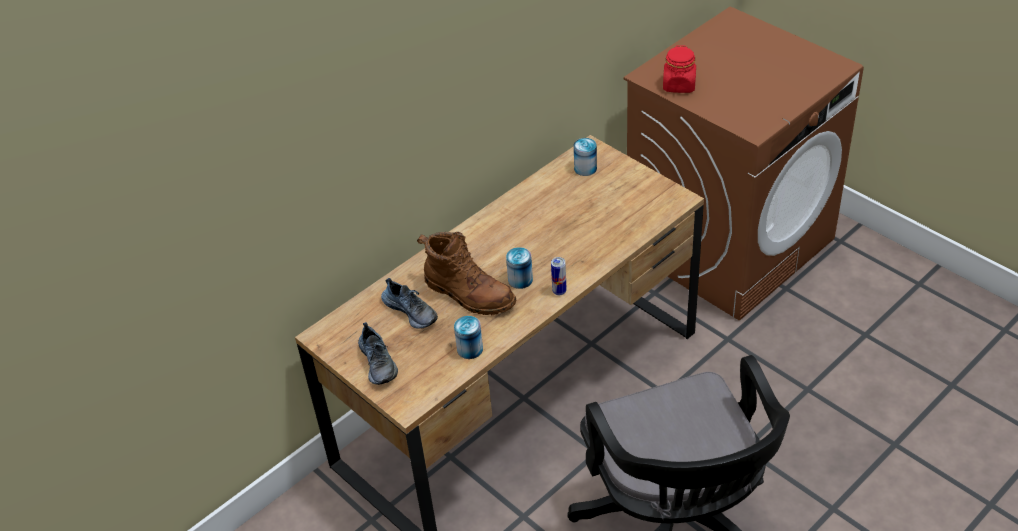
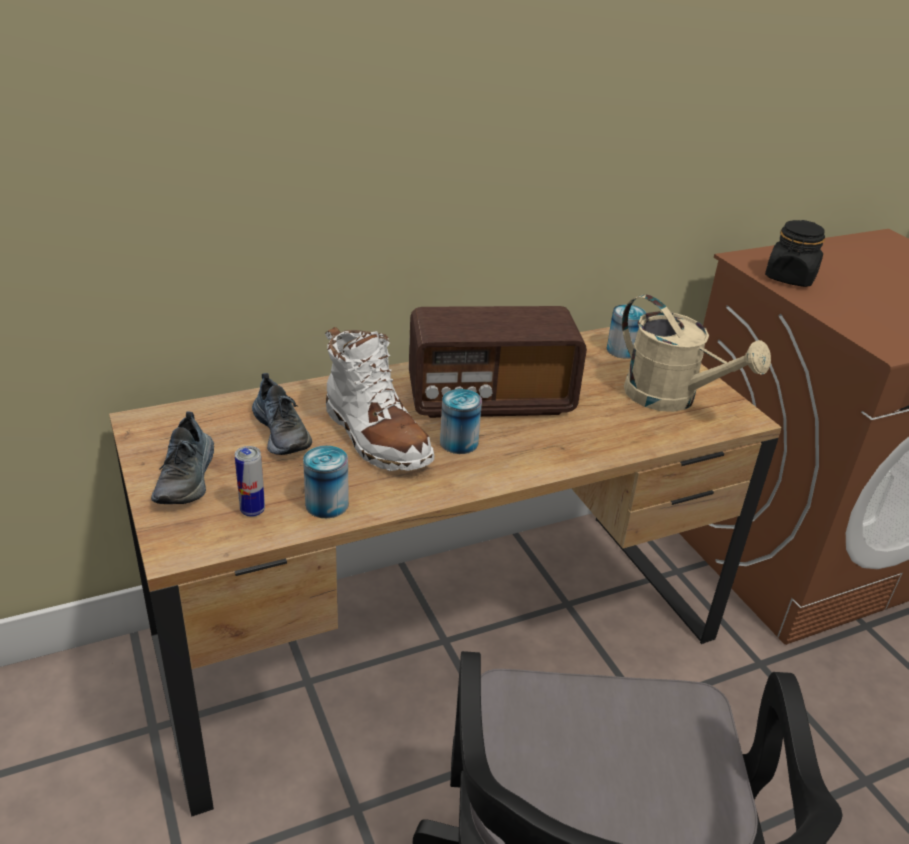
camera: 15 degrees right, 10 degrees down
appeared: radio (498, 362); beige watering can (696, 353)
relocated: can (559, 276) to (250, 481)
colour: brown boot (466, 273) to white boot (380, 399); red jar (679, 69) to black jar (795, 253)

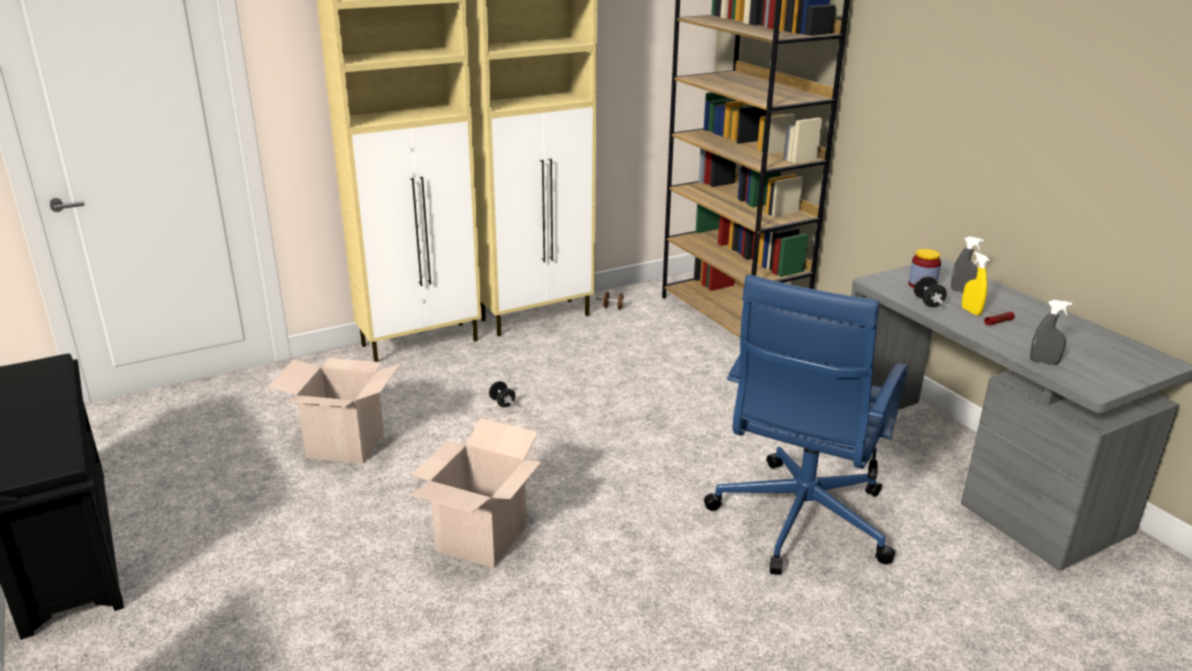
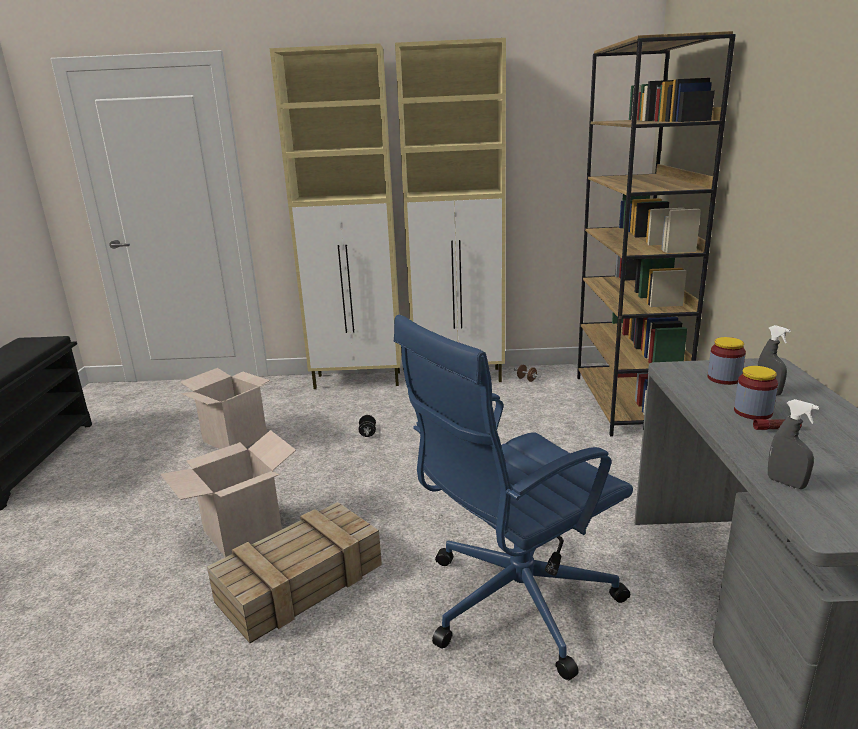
camera: 30 degrees right, 5 degrees down
missing: black dumbbell (930, 291)
appeared: crate (294, 572)
exchanged: yellow spray bottle (976, 284) to jar (756, 393)

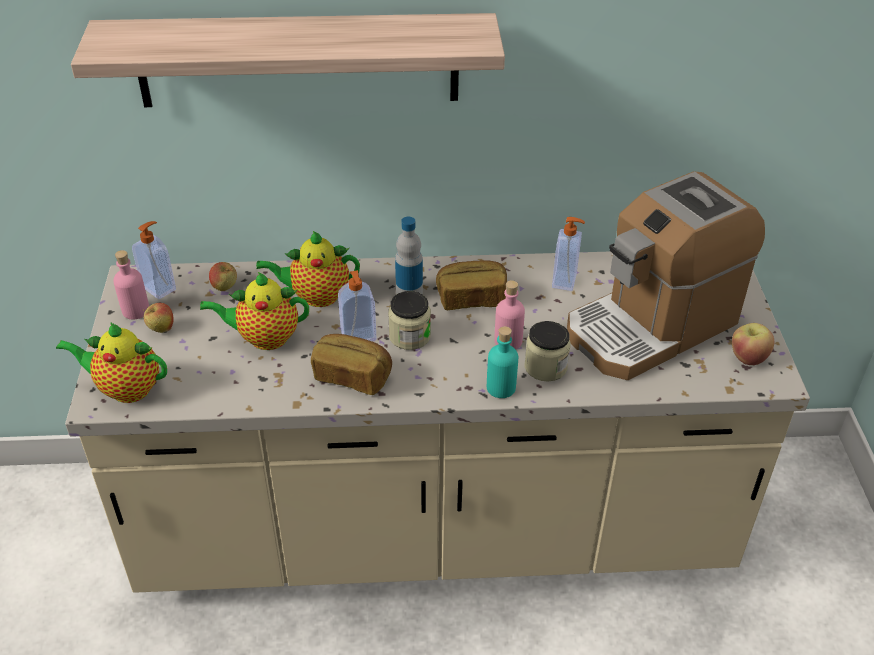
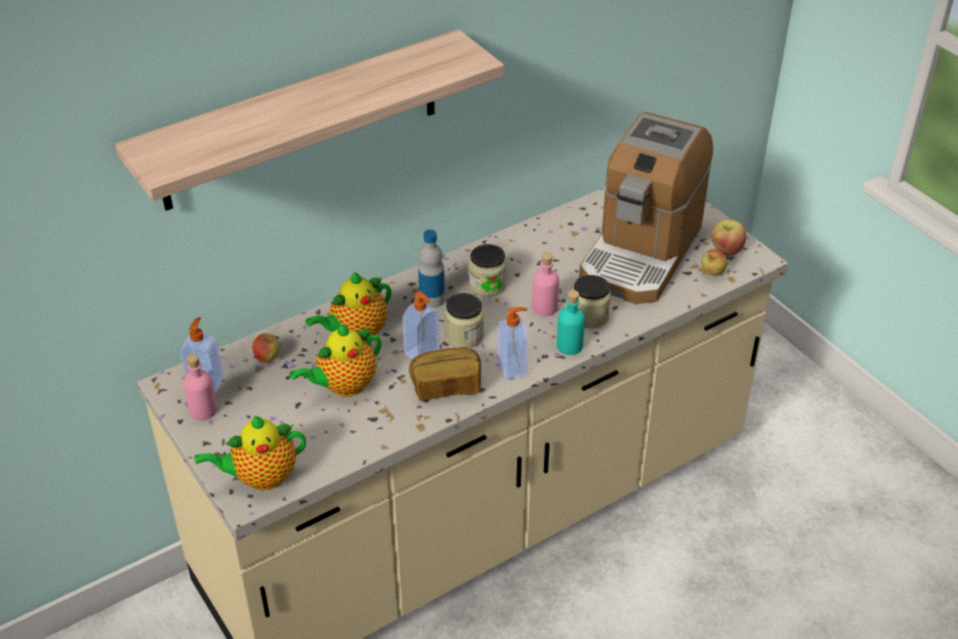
camera: 30 degrees left, 0 degrees up
relocated: soap dispenser (568, 254) to (513, 343); apple (158, 318) to (714, 262)
exchanged: bread (471, 285) to jar (488, 270)

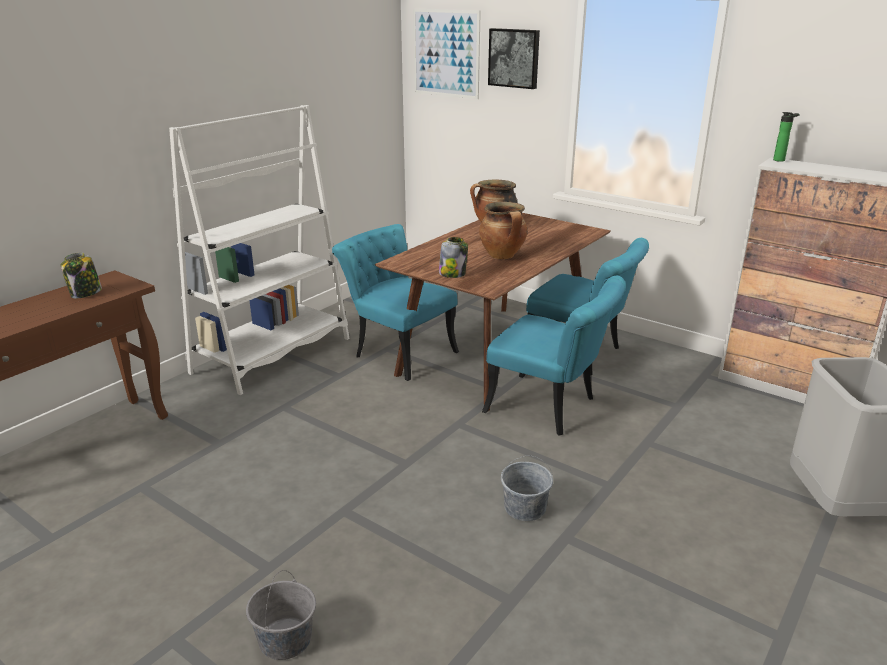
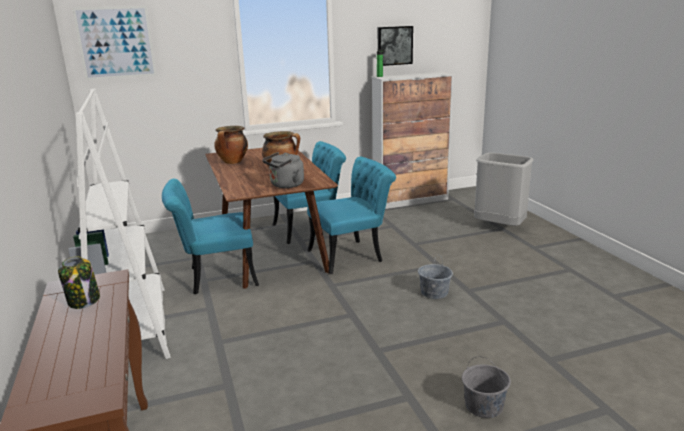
camera: 55 degrees left, 5 degrees down
relocated: picture (514, 58) to (395, 46)
exchanged: jar (453, 257) to grey kettle (283, 170)

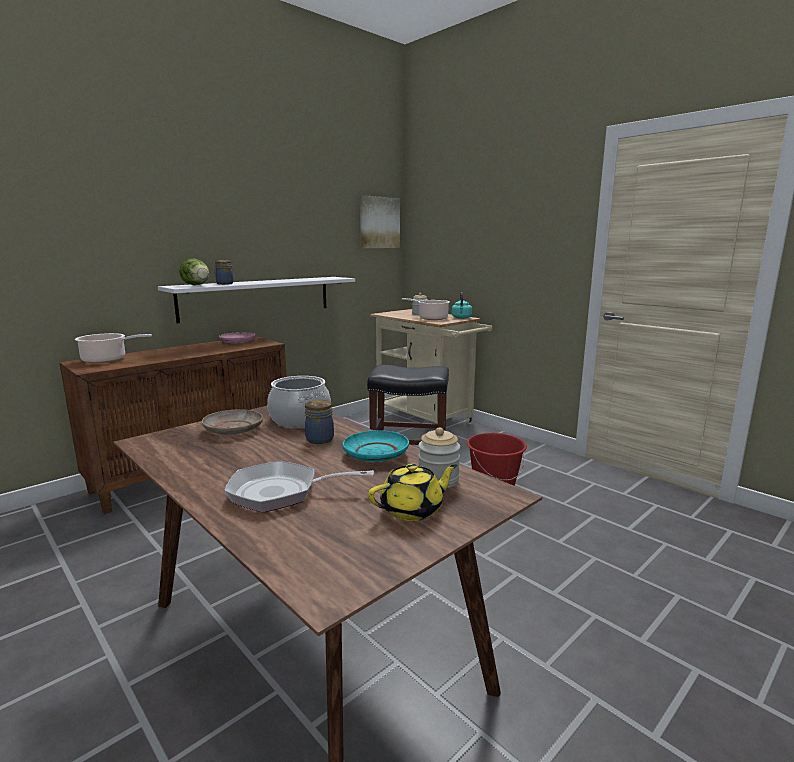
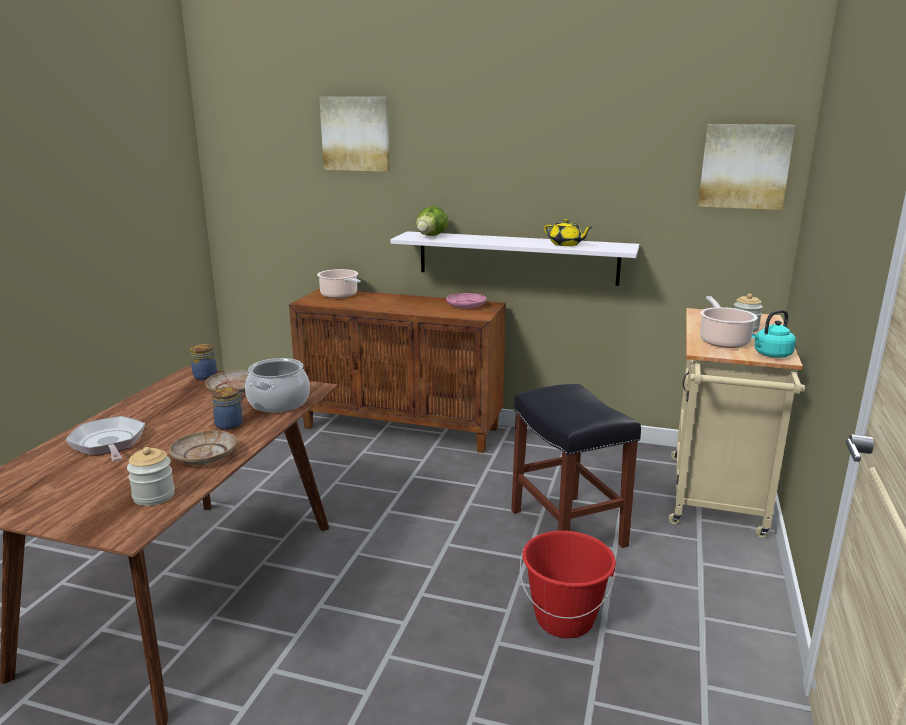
camera: 60 degrees right, 5 degrees up
appeared: picture (354, 134)
relocated: jar (223, 272) to (203, 362); yellow teapot (412, 492) to (568, 232)
colour: turquoise plate (375, 446) to beige plate (203, 447)

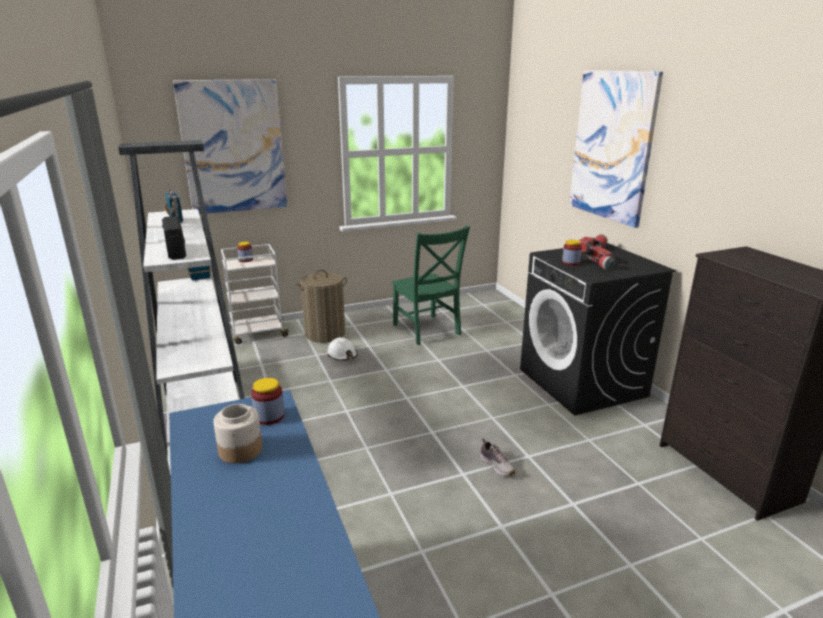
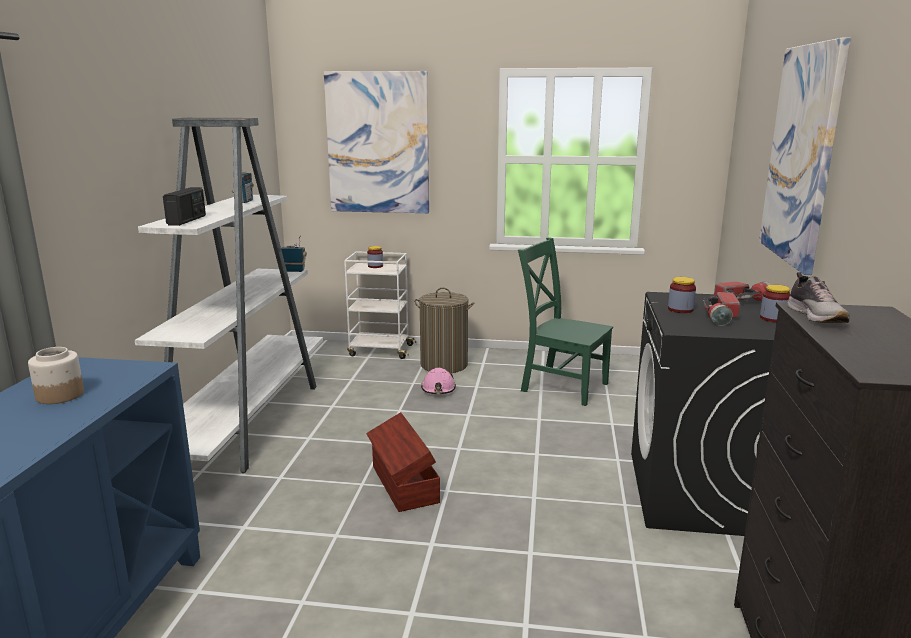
camera: 30 degrees right, 5 degrees down
appeared: brown storage box (403, 462)
relocated: jar (267, 401) to (775, 304); shoe (497, 457) to (818, 297)
colour: white hard hat (342, 349) to pink hard hat (438, 381)
spun: green chair (431, 285) = (565, 321) 120 degrees clockwise

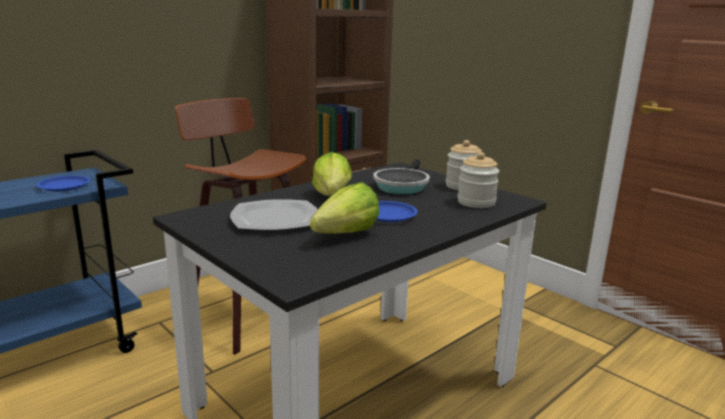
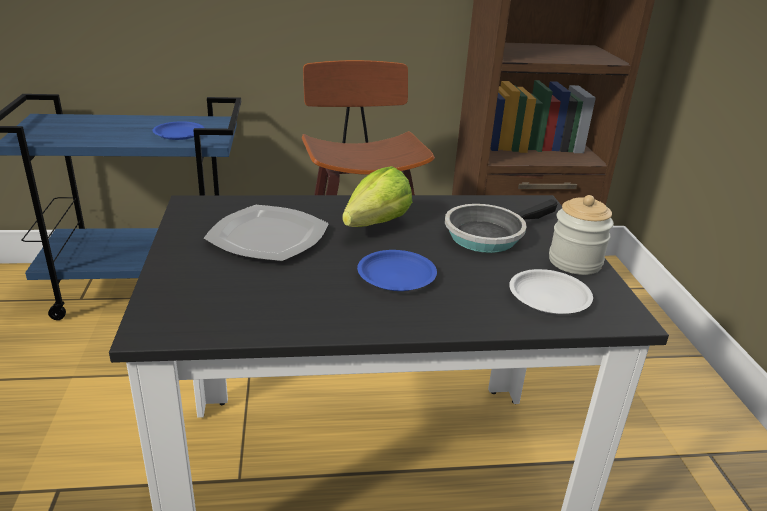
camera: 35 degrees right, 10 degrees up
missing: lettuce (344, 208)
exchanged: jar (478, 180) to white plate (551, 291)

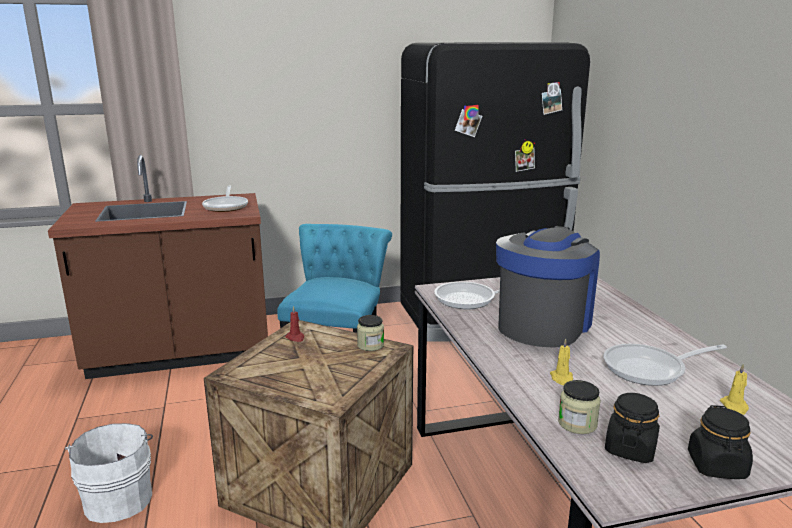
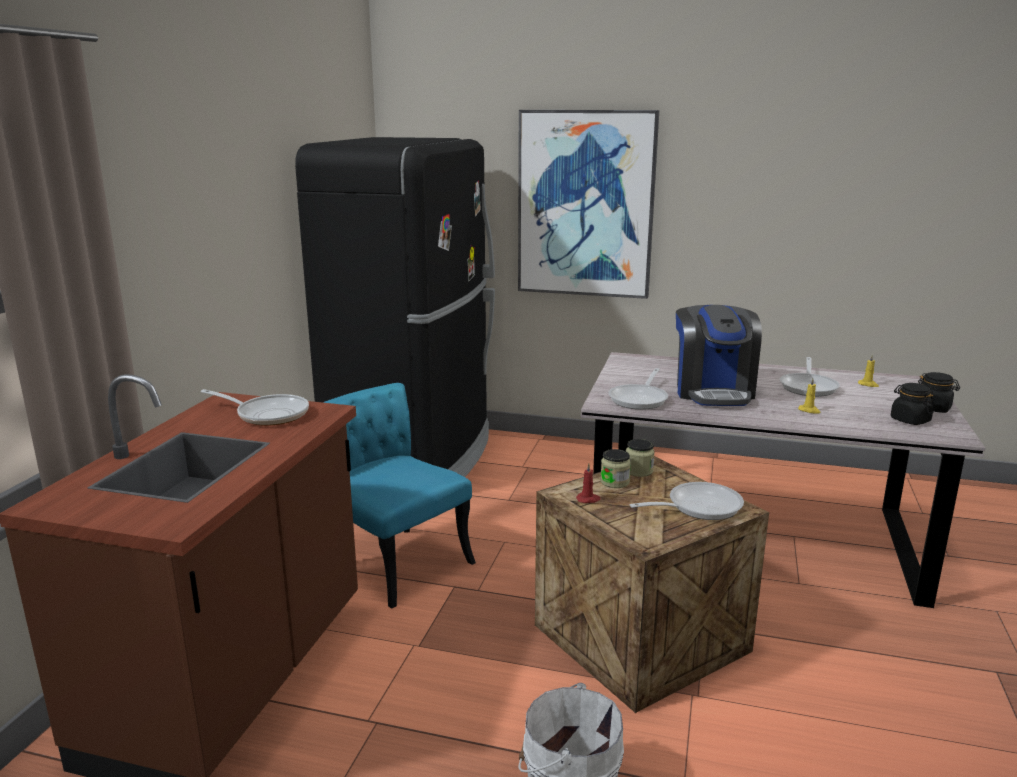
camera: 60 degrees left, 0 degrees up
appeared: picture (588, 204); frying pan (687, 501)
relocated: jar (579, 407) to (616, 468)
spun: coffee machine (548, 286) = (719, 355) 150 degrees counterclockwise

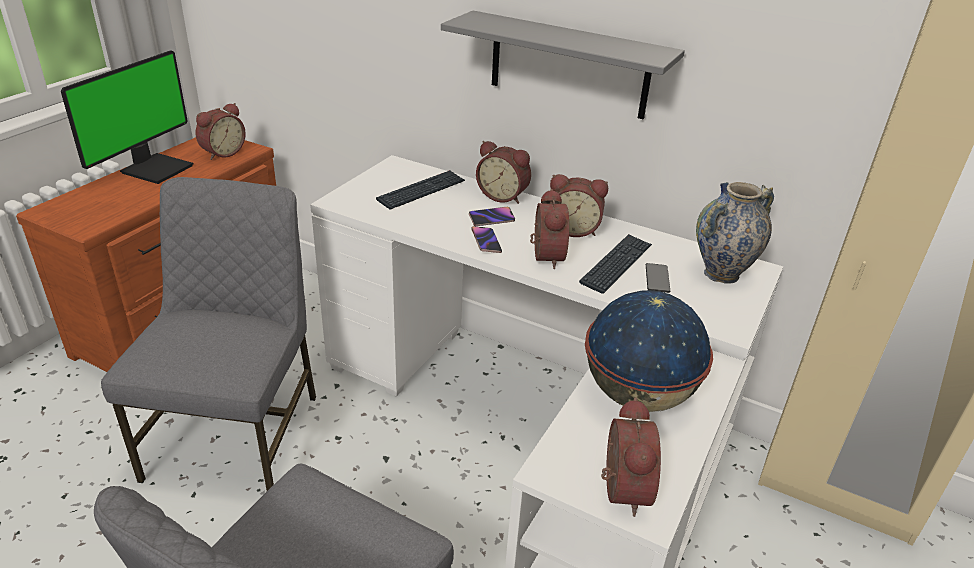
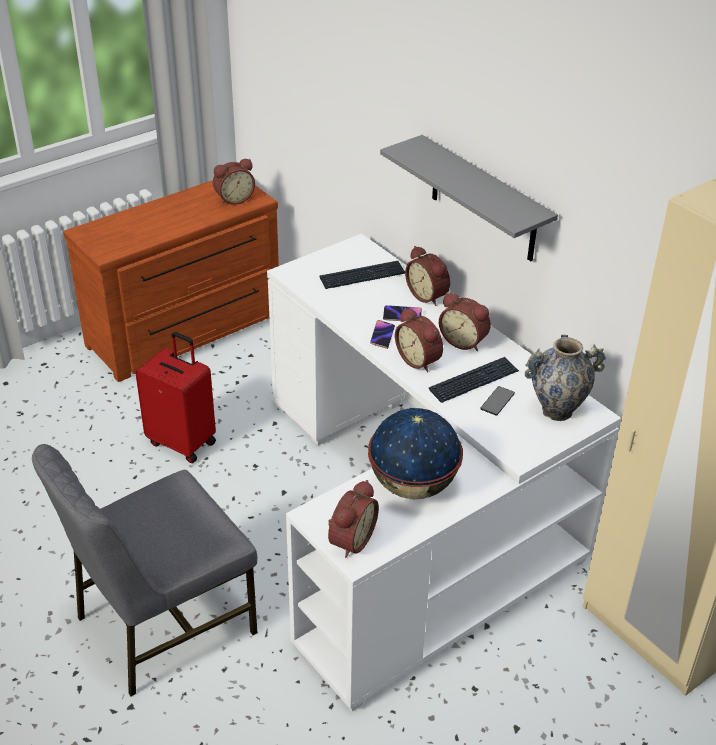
camera: 25 degrees right, 5 degrees up
missing: monitor (127, 117)
exchanged: grey chair (208, 334) to red suitcase (175, 397)
spun: alarm clock (549, 229) = (419, 340) 120 degrees clockwise

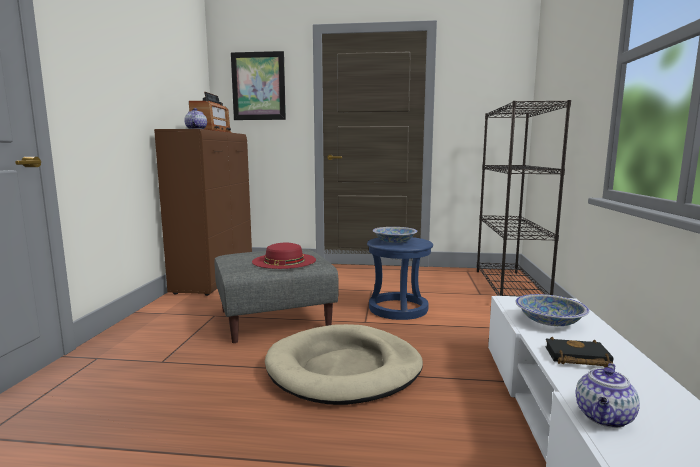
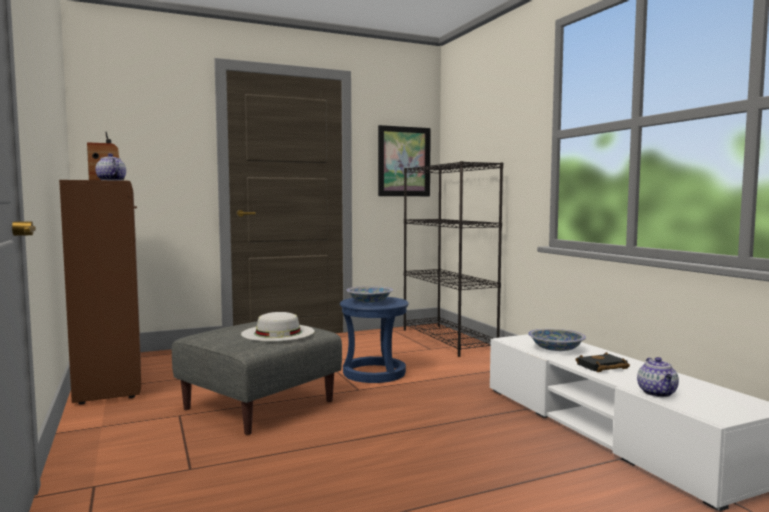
camera: 30 degrees left, 5 degrees down
missing: beige dog bed (344, 364)
relocated: picture (258, 85) to (404, 160)
colour: red hat (284, 256) to white hat (278, 326)

